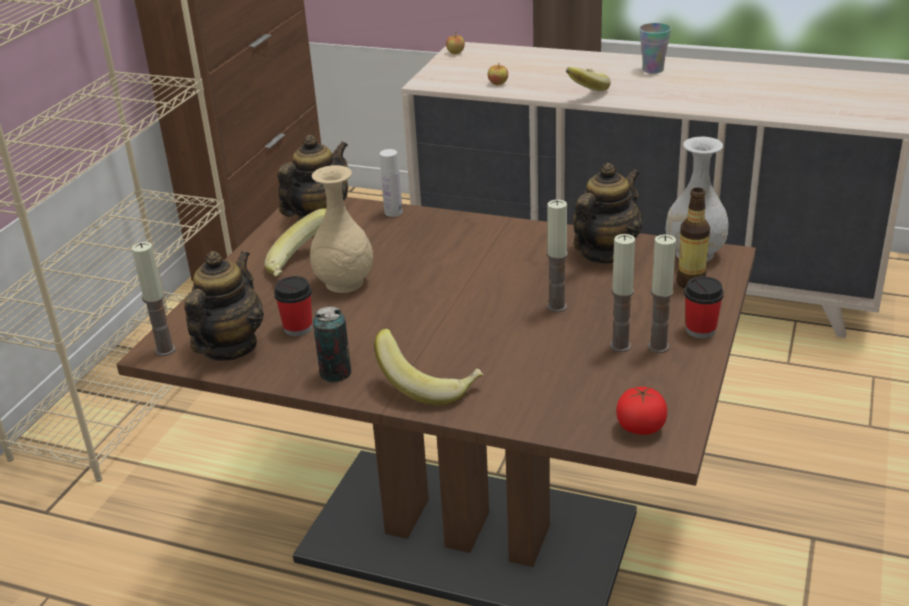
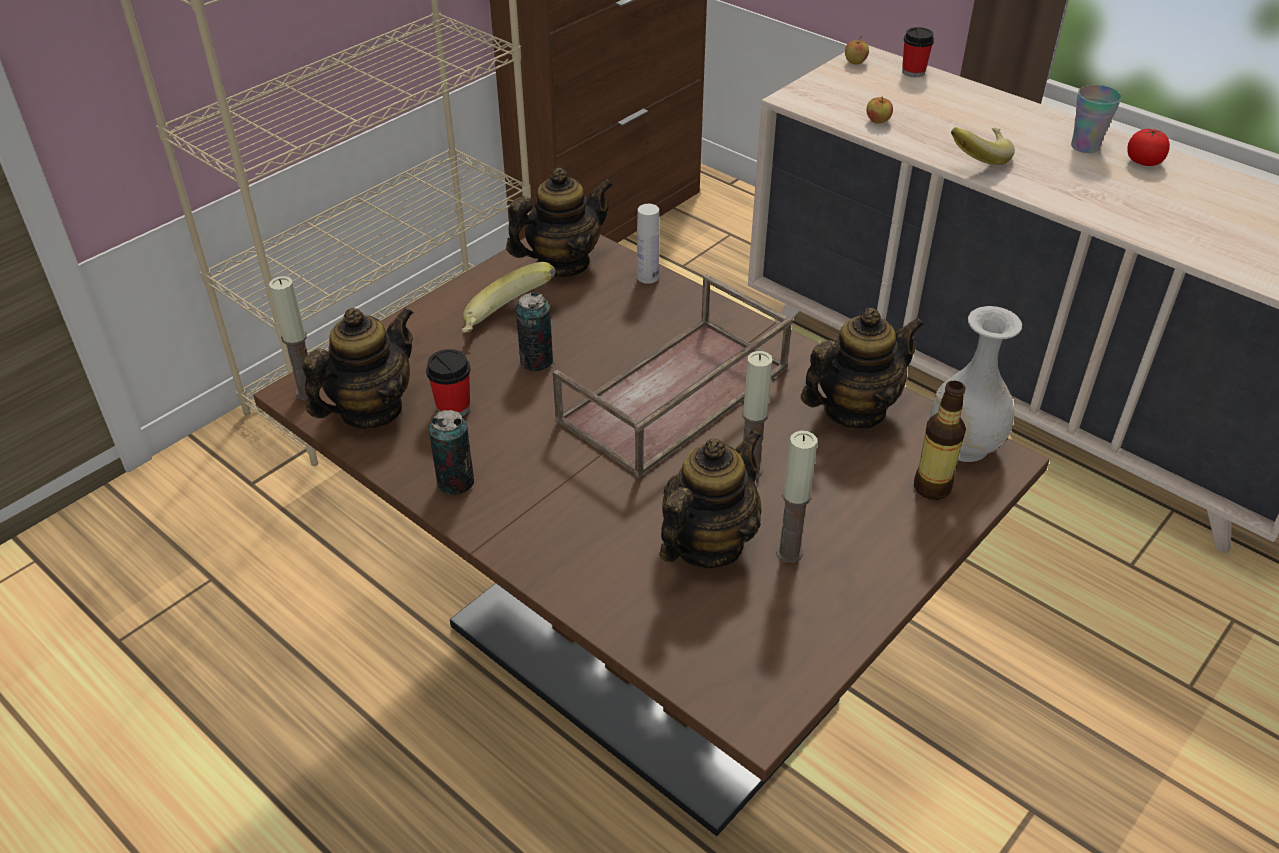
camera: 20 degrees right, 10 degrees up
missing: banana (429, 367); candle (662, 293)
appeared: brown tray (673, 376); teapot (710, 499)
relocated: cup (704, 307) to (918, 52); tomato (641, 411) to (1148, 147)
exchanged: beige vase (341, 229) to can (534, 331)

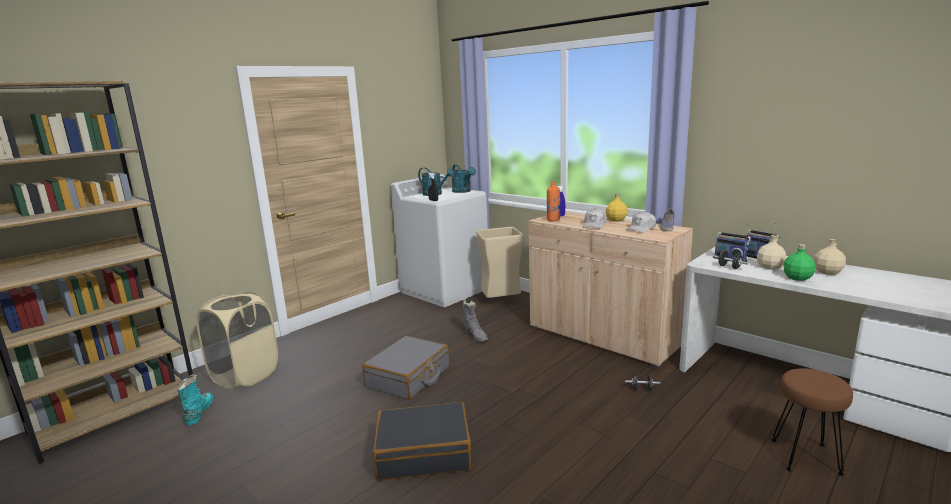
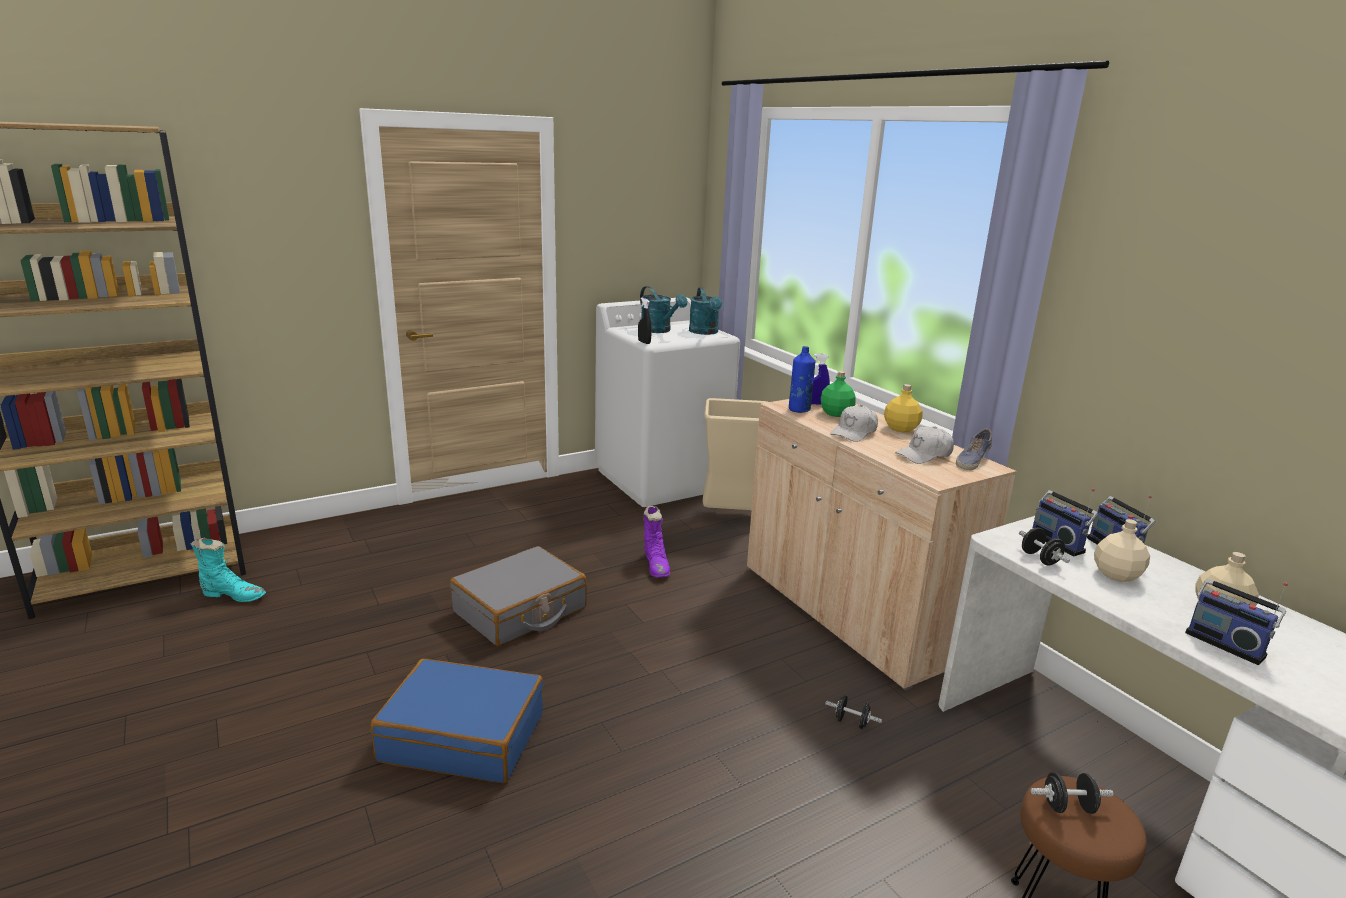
camera: 15 degrees right, 5 degrees up
missing: beige laundry basket (237, 341)
appeared: black dumbbell (1072, 793); radio (1236, 622)
relocated: green bottle (799, 262) to (838, 394)
colour: black suitcase (422, 441) to blue suitcase (457, 721); grey boot (475, 320) to purple boot (656, 541); orange bottle (553, 201) to blue bottle (802, 379)
spun: turquoise boot (195, 399) = (228, 570) 90 degrees clockwise

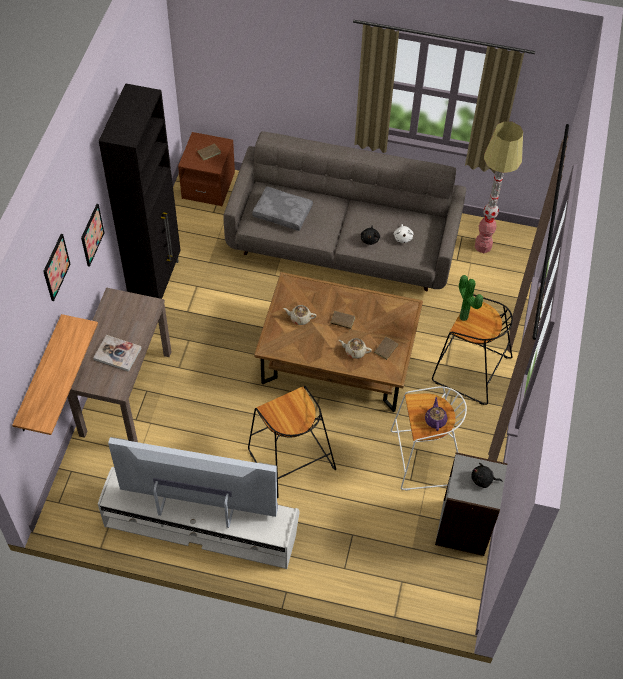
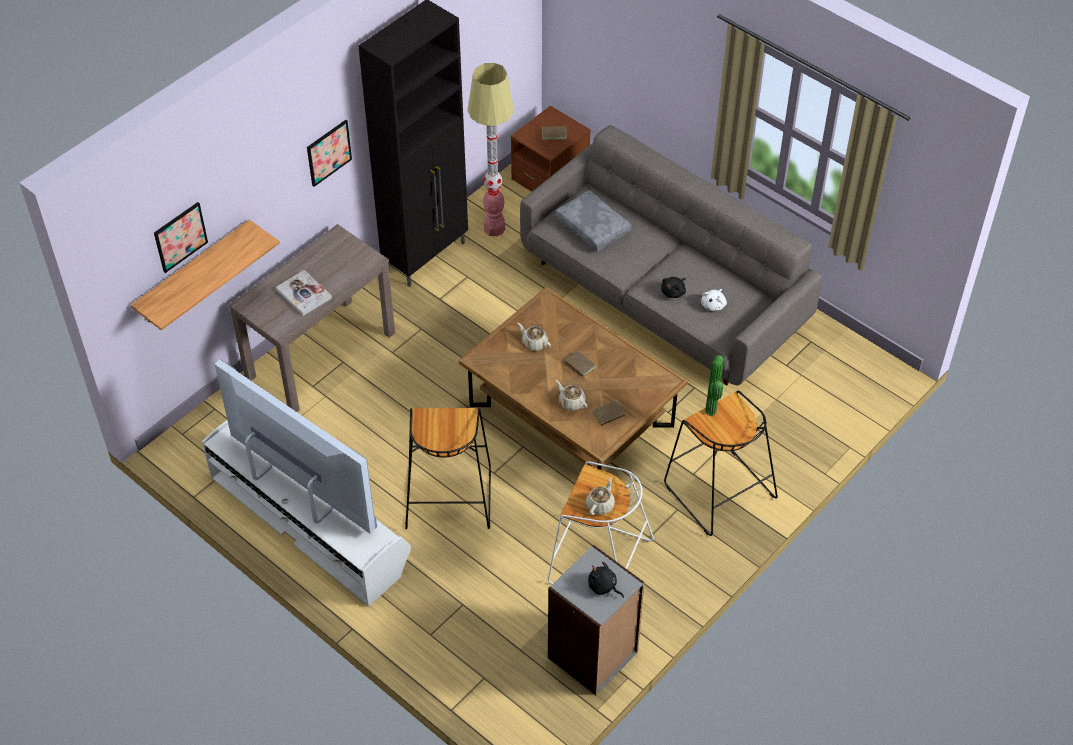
camera: 30 degrees right, 5 degrees down
relocated: picture (56, 267) to (181, 237); floor lamp (499, 187) to (491, 149)
colour: purple teapot (436, 414) to beige teapot (600, 496)

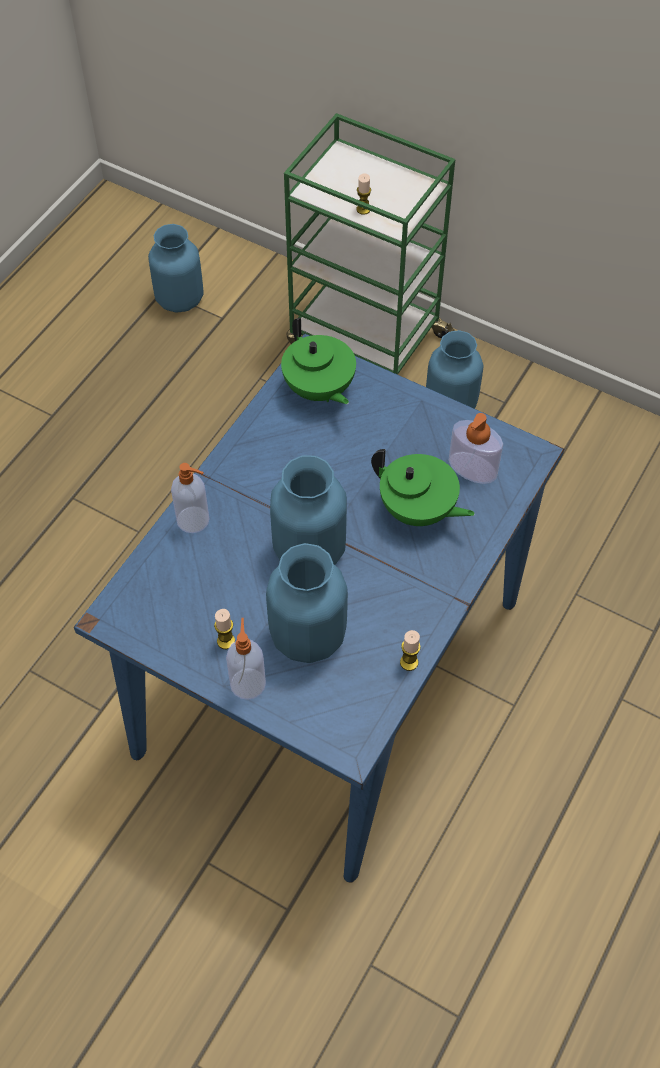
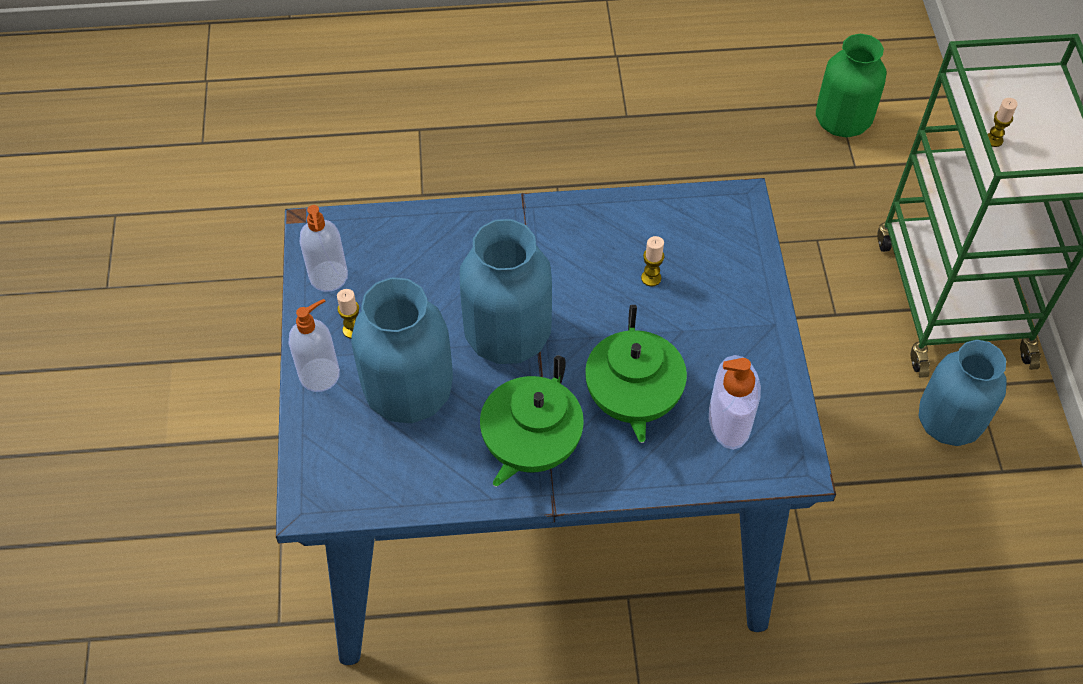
camera: 55 degrees right, 0 degrees up
relocated: soap dispenser (190, 498) to (324, 248); green teapot (318, 361) to (532, 421); candle (410, 650) to (653, 261)
colour: blue vase (176, 268) to green vase (851, 85)

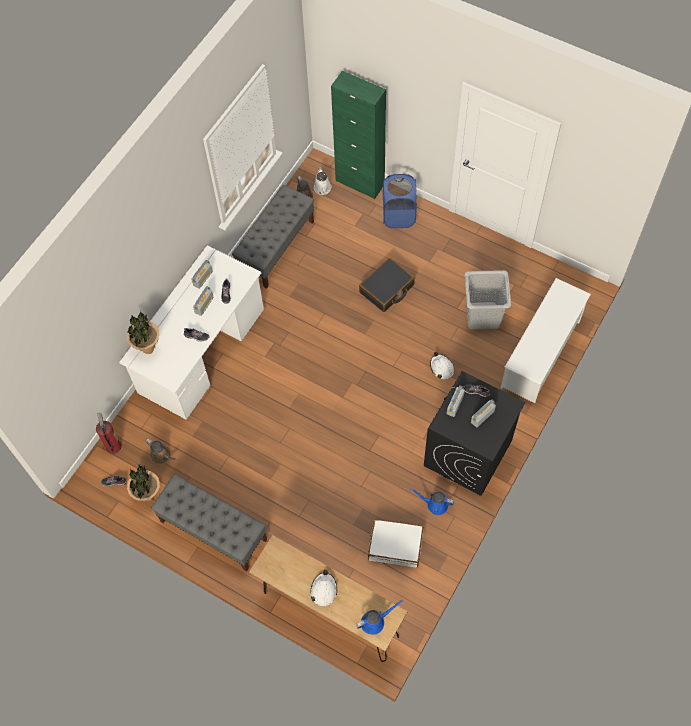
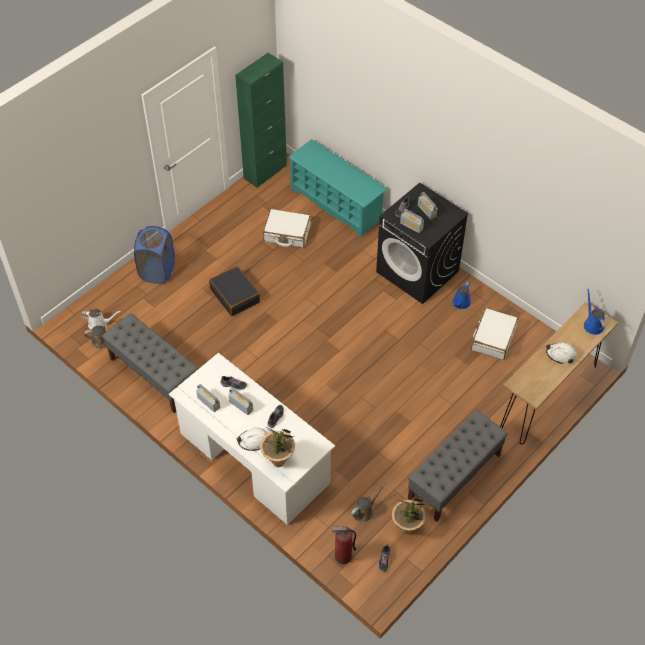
camera: 80 degrees left, 10 degrees down
relocated: green cabinet (358, 134) to (261, 120); white hard hat (442, 365) to (252, 439)
exchanged: grey laundry basket (488, 299) to white suitcase (287, 228)
colour: white shoe rack (546, 340) to turquoise shoe rack (338, 188)

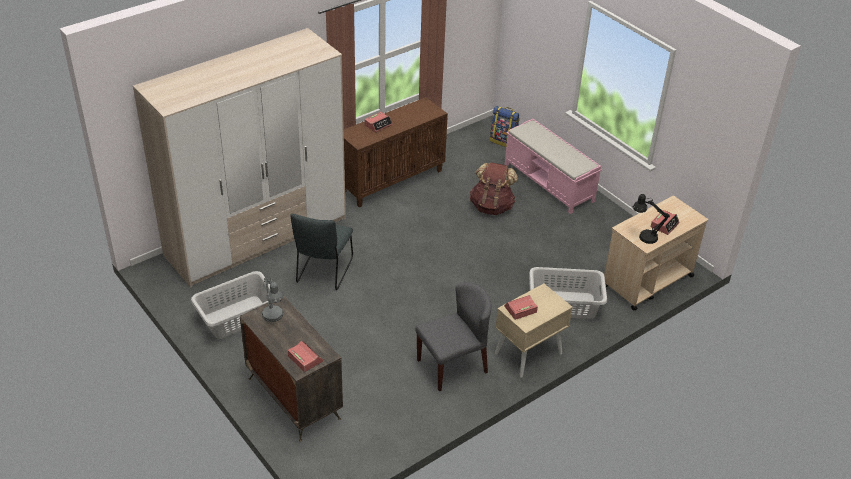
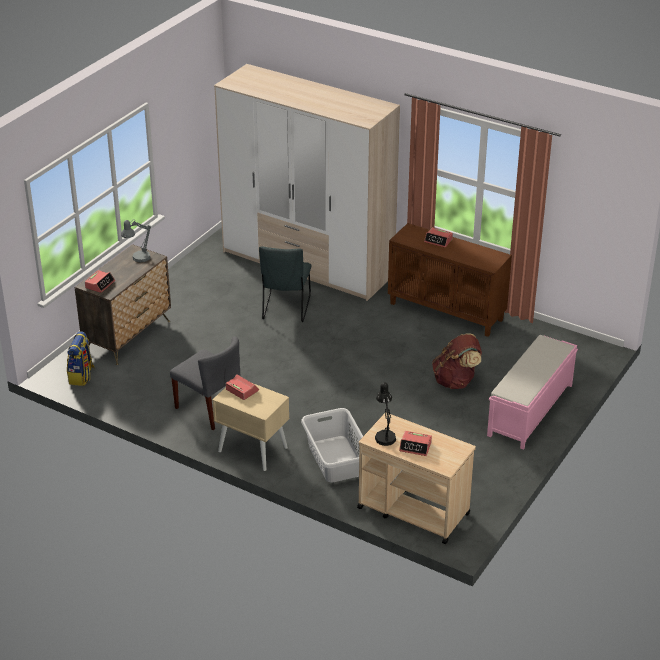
camera: 70 degrees right, 5 degrees down
missing: grey laundry basket (230, 305)
relocated: backpack (505, 126) to (81, 358)
spun: grey chair (321, 252) = (285, 284) 75 degrees counterclockwise

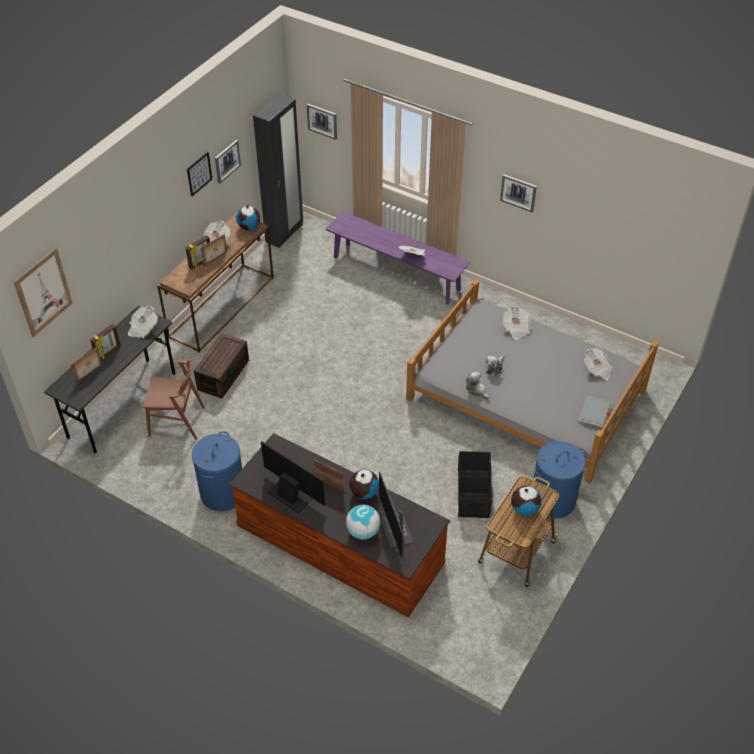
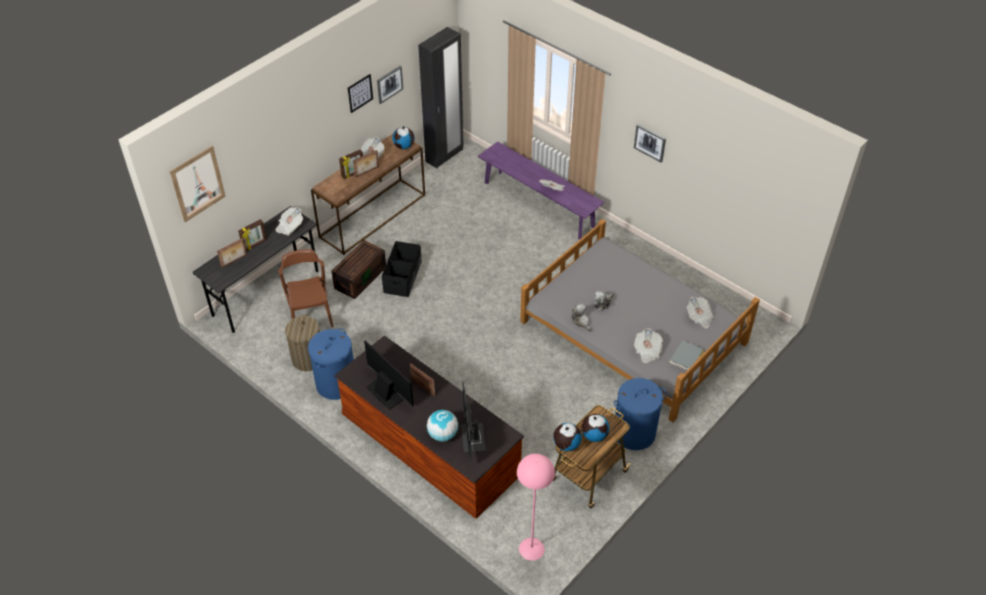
camera: 10 degrees right, 0 degrees up
missing: picture (322, 122)
appeared: laundry basket (302, 342); pink floor lamp (536, 507)
relocated: black storage box (475, 484) to (402, 269); globe (364, 484) to (567, 437); newspaper (516, 323) to (648, 345)
spun: brown chair (174, 399) = (306, 288) 120 degrees counterclockwise

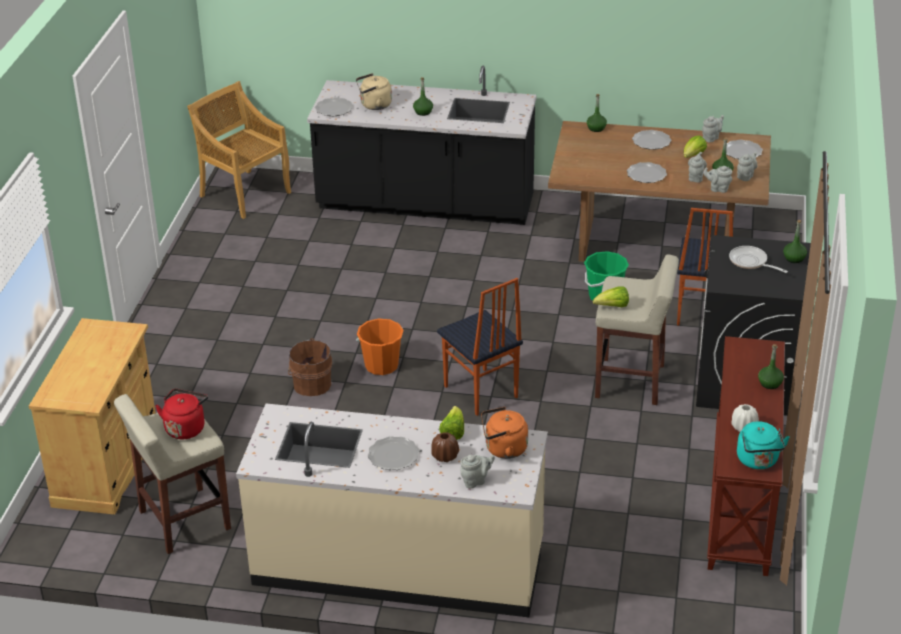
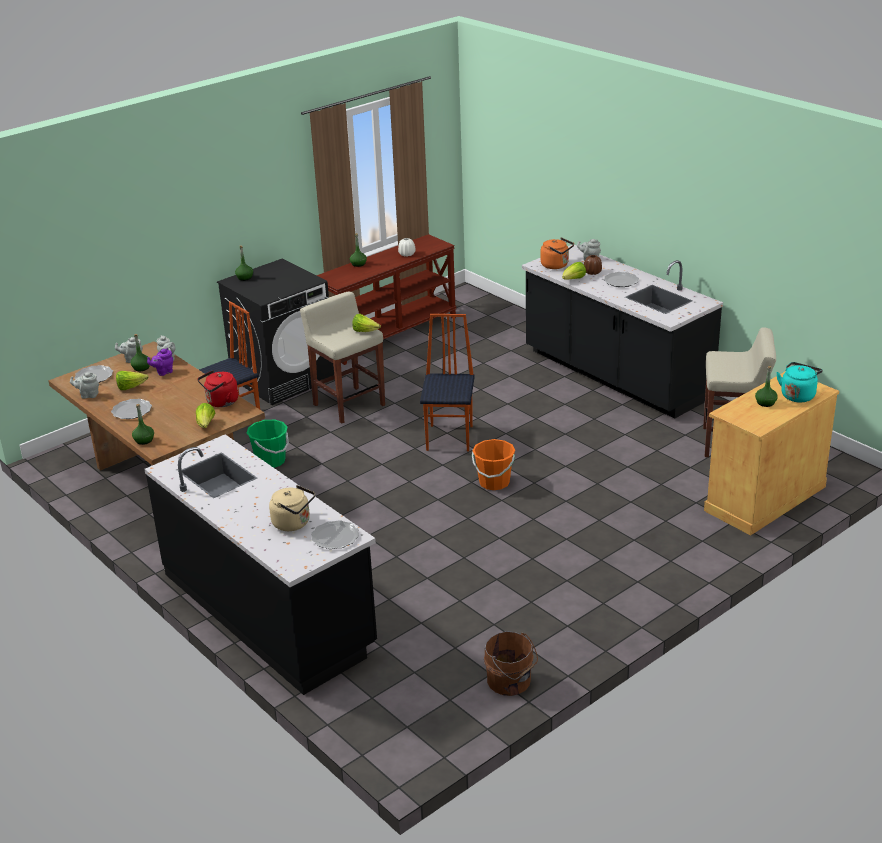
camera: 140 degrees left, 5 degrees down
missing: beige chair (239, 150); plate (647, 172); frying pan (758, 259)
appeared: lettuce (205, 415)
relocated: red kettle (181, 414) to (217, 388); brown bucket (310, 367) to (511, 663); green bottle (423, 96) to (766, 386); turquoise kettle (763, 445) to (799, 382)
colour: grey teapot (697, 167) to purple teapot (160, 362); beige counter (391, 510) to black counter (622, 332)

